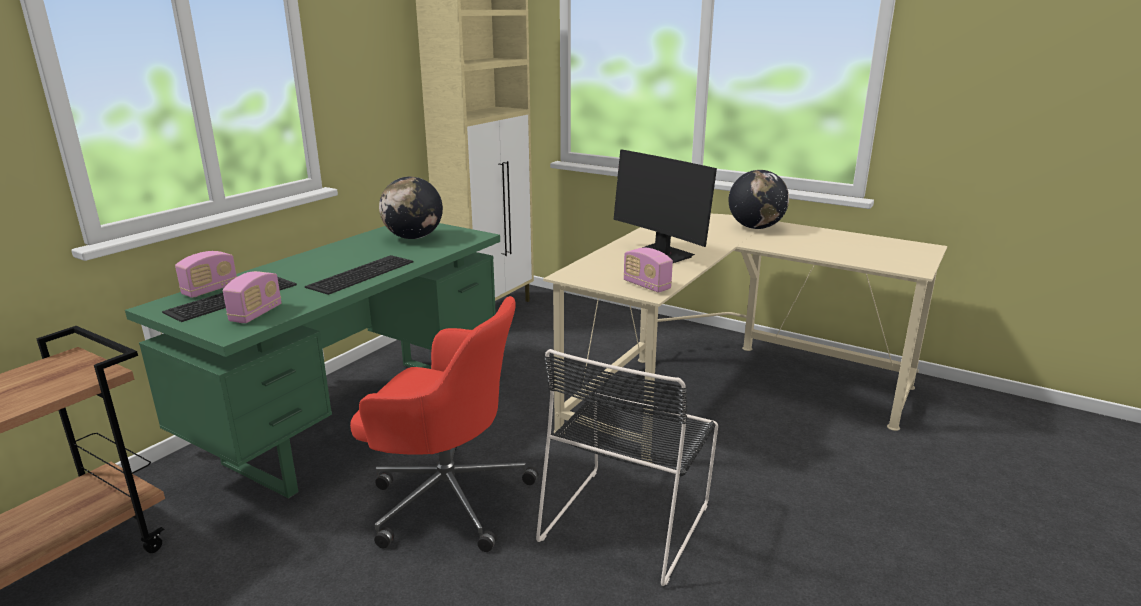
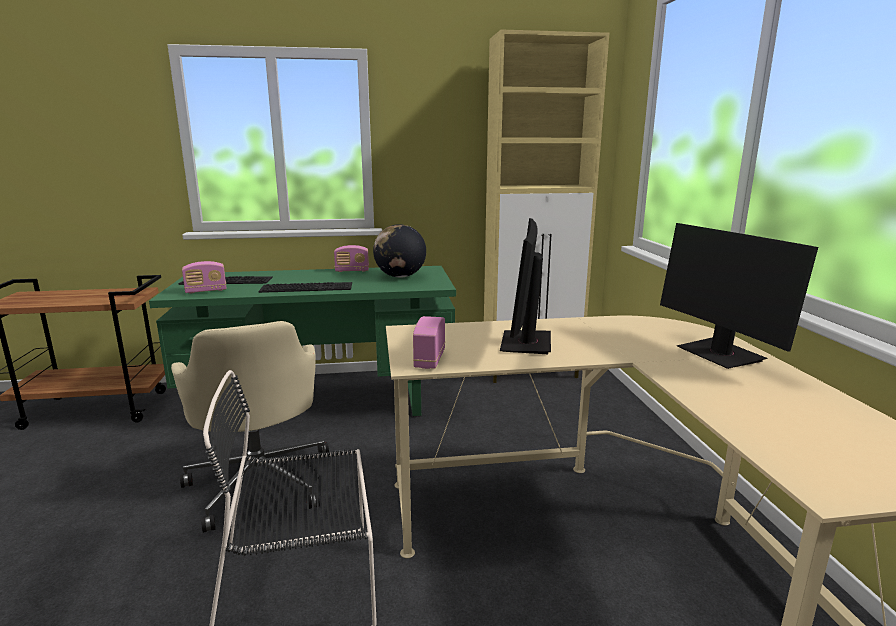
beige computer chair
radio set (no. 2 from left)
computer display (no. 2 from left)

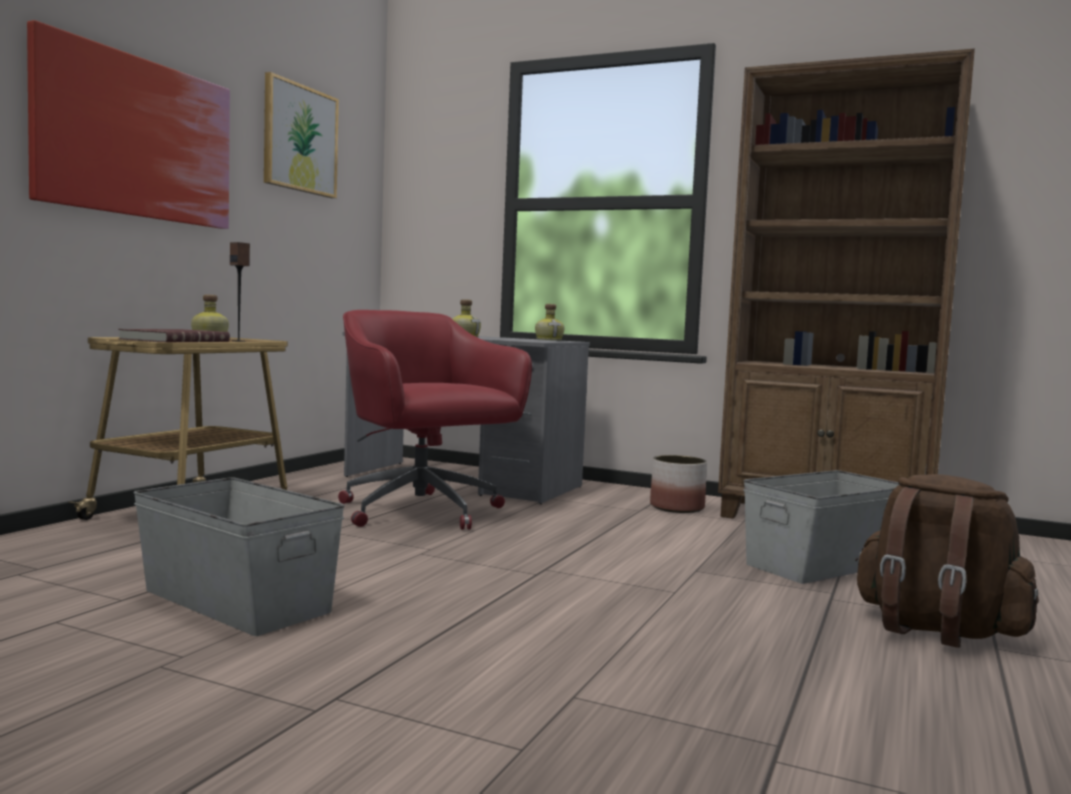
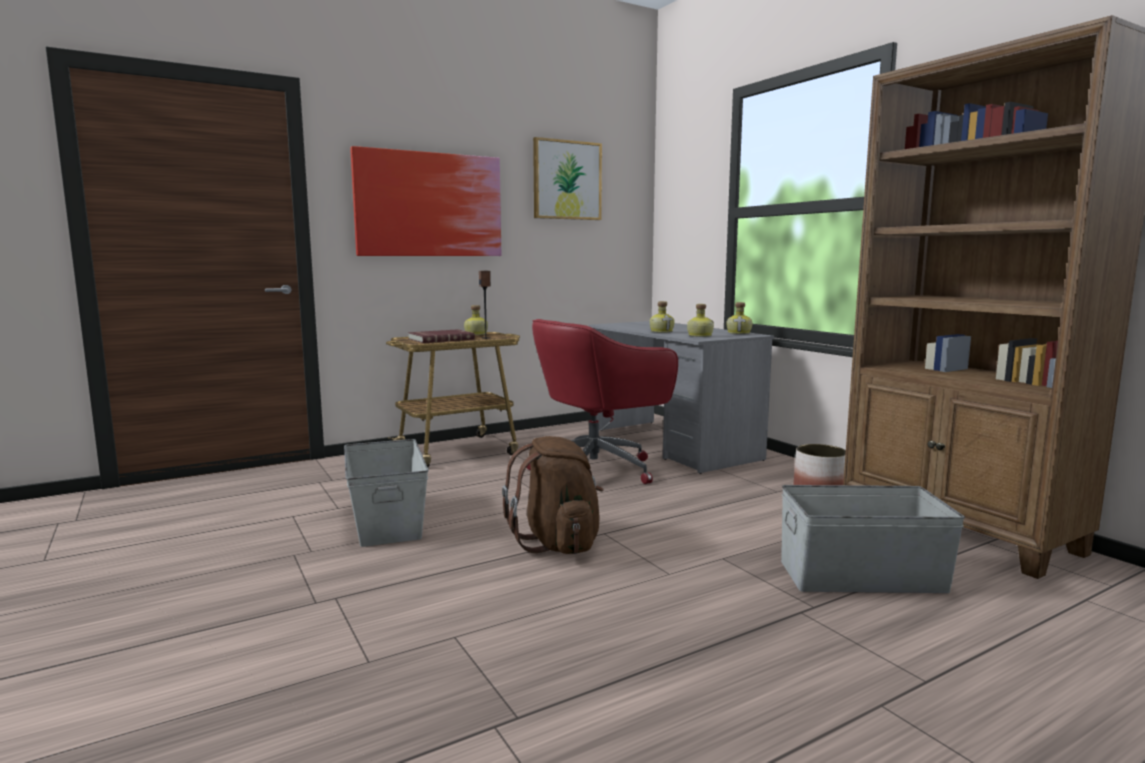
brown-coloured backpack
reddish computer chair
bottle (no. 3 from left)

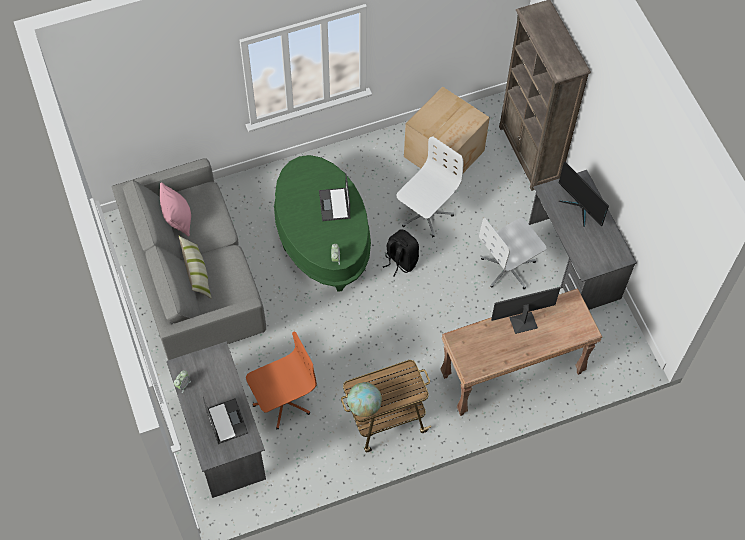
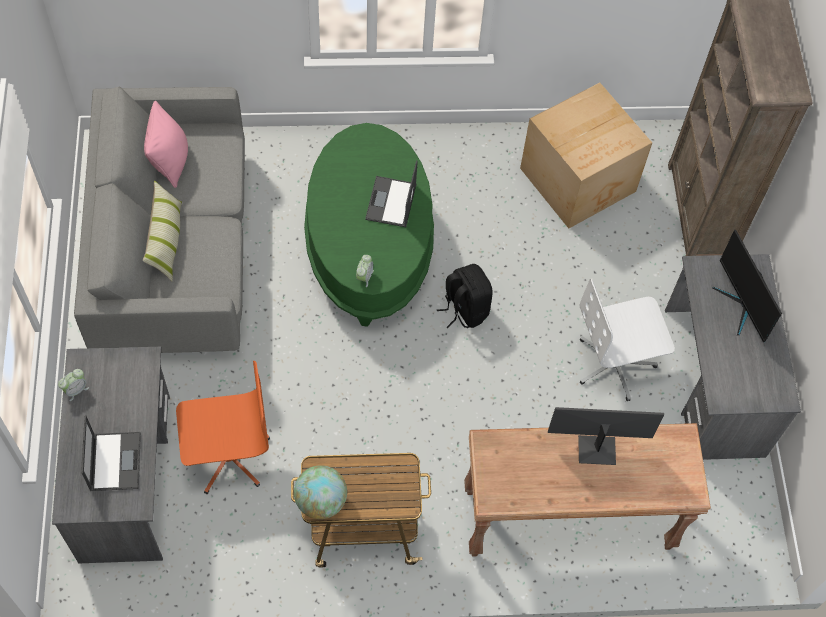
white-coloured computer chair (no. 1 from left in the first image)

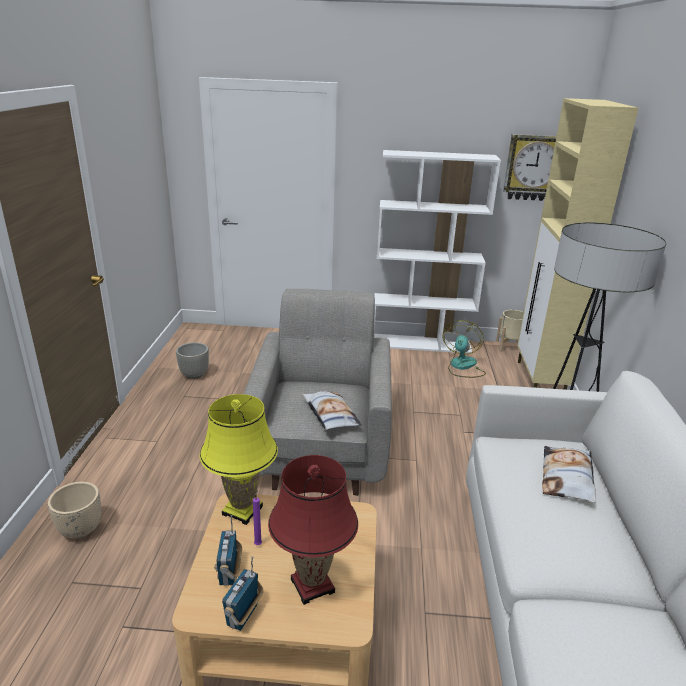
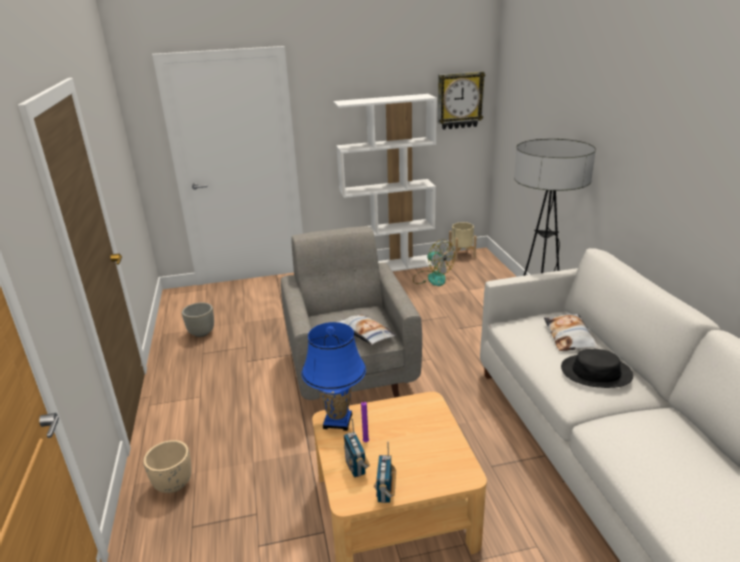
bluish table lamp
electric fan
black wearable hat
reddish table lamp
beige storage cabinet

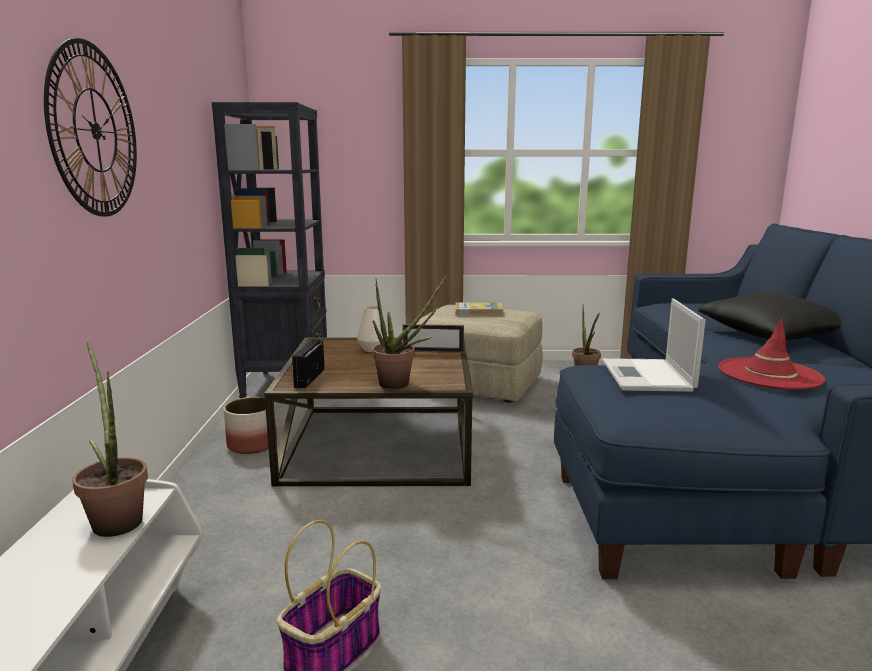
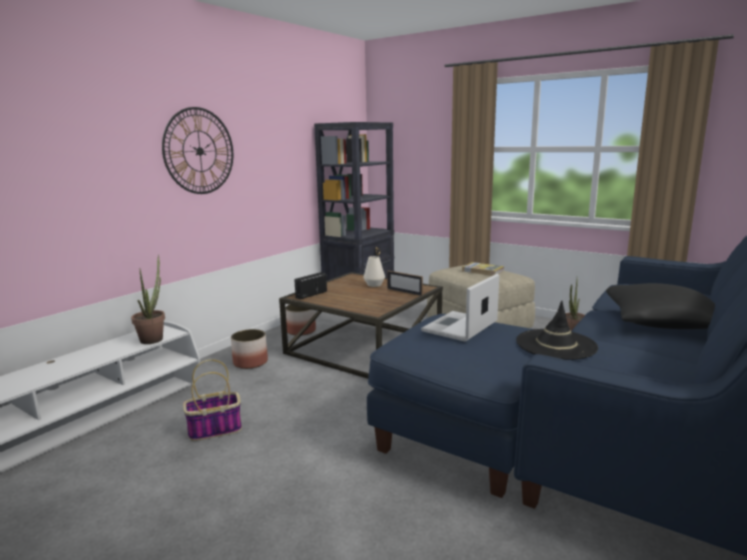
planter (no. 1 from left)
black wearable hat
plant in a pot (no. 2 from left in the first image)

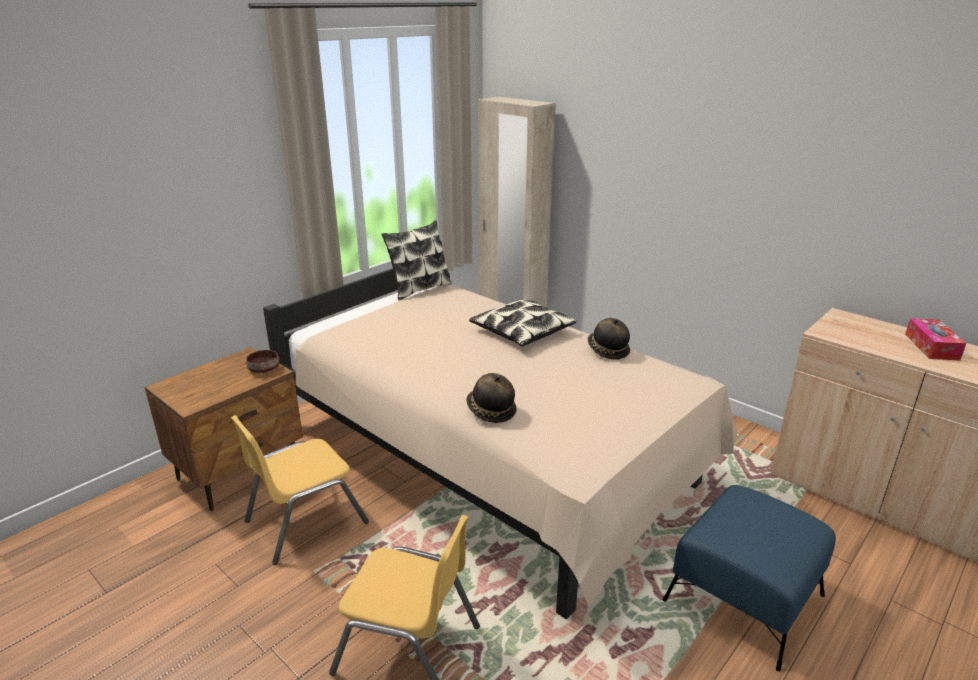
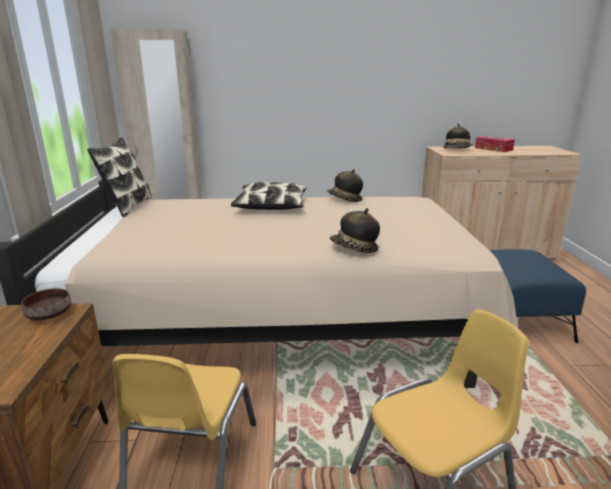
wearable hat (no. 3 from left)

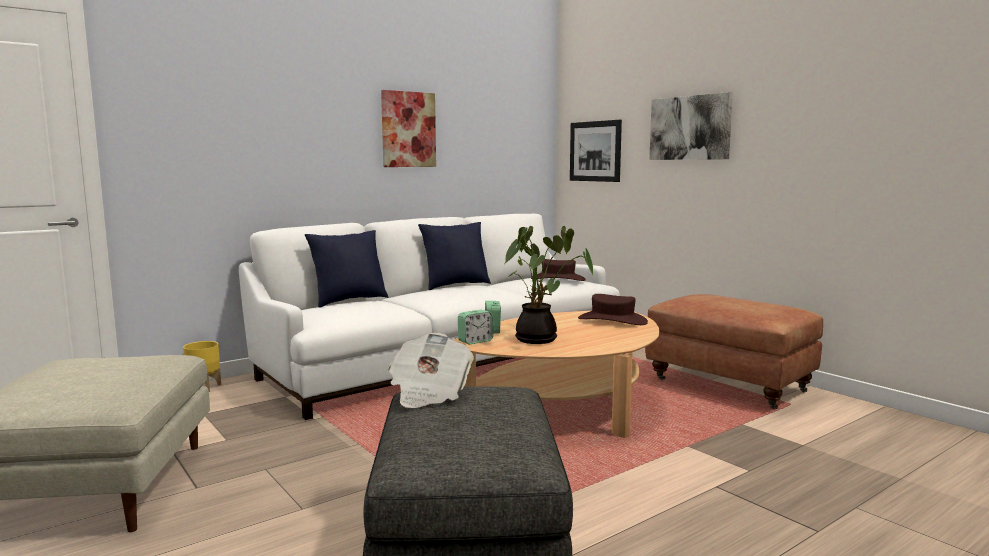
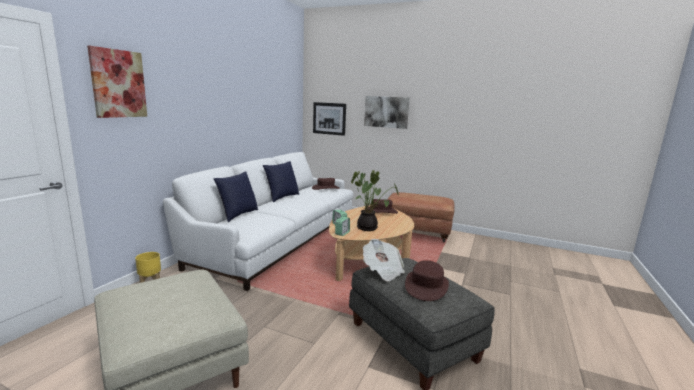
wall picture (no. 1 from left)
brown-coloured wearable hat (no. 3 from left)

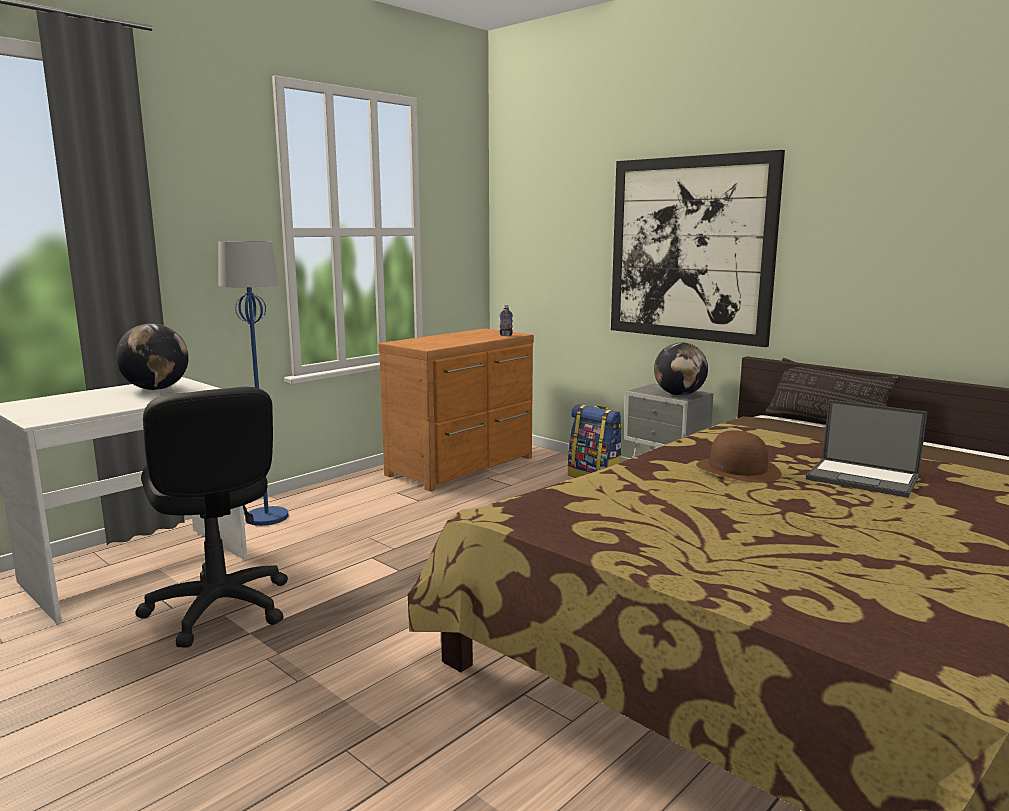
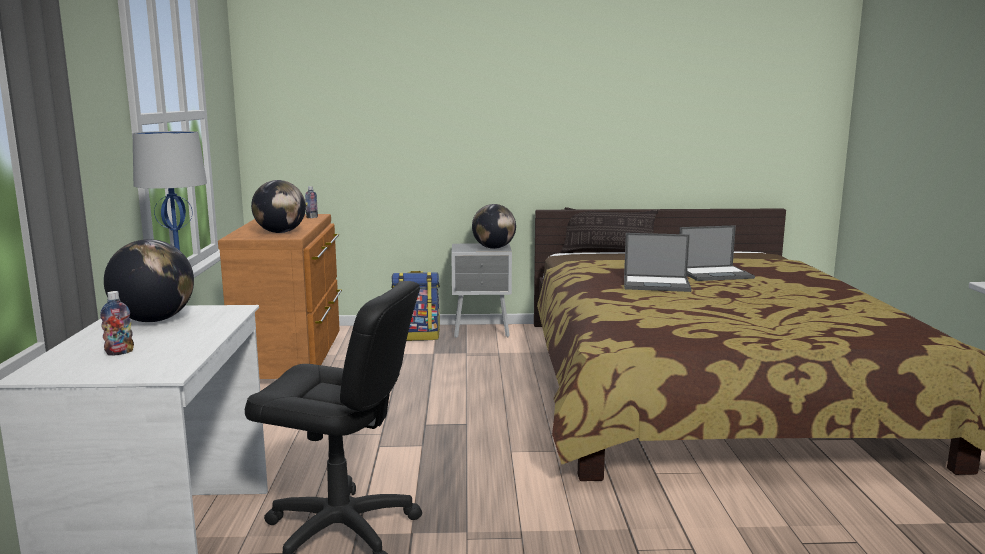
bottle (no. 1 from left)
world globe (no. 2 from left)
portable computer (no. 1 from left)
wall picture

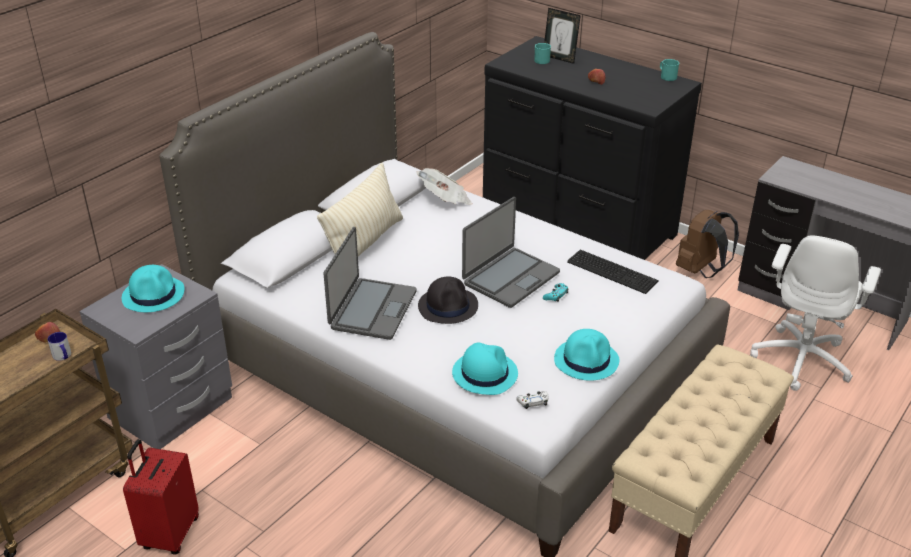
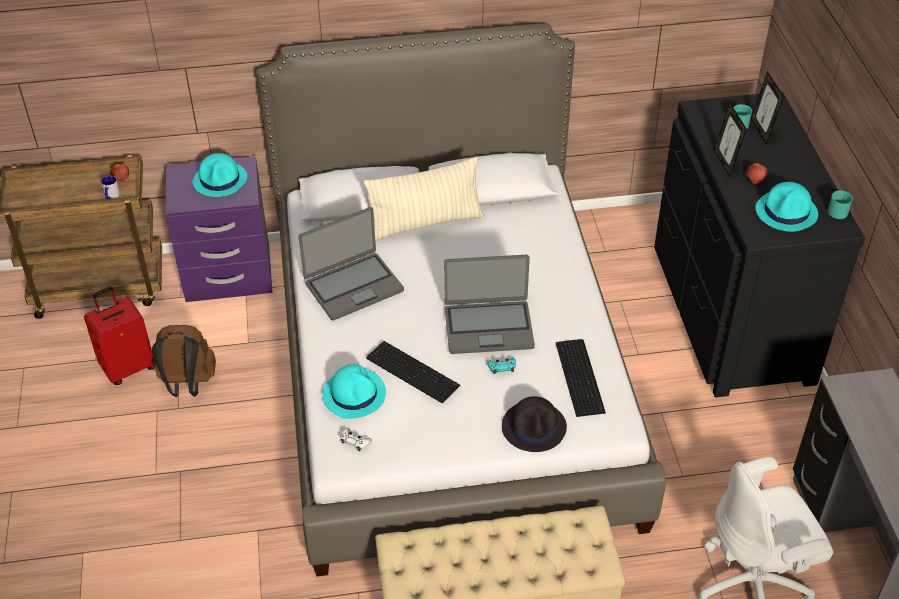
brown-coloured backpack
purple-coloured bedside table
PC keyboard (no. 1 from left)
black wearable hat
photo frame (no. 1 from left)
turquoise-coloured wearable hat (no. 3 from left)
printed paper

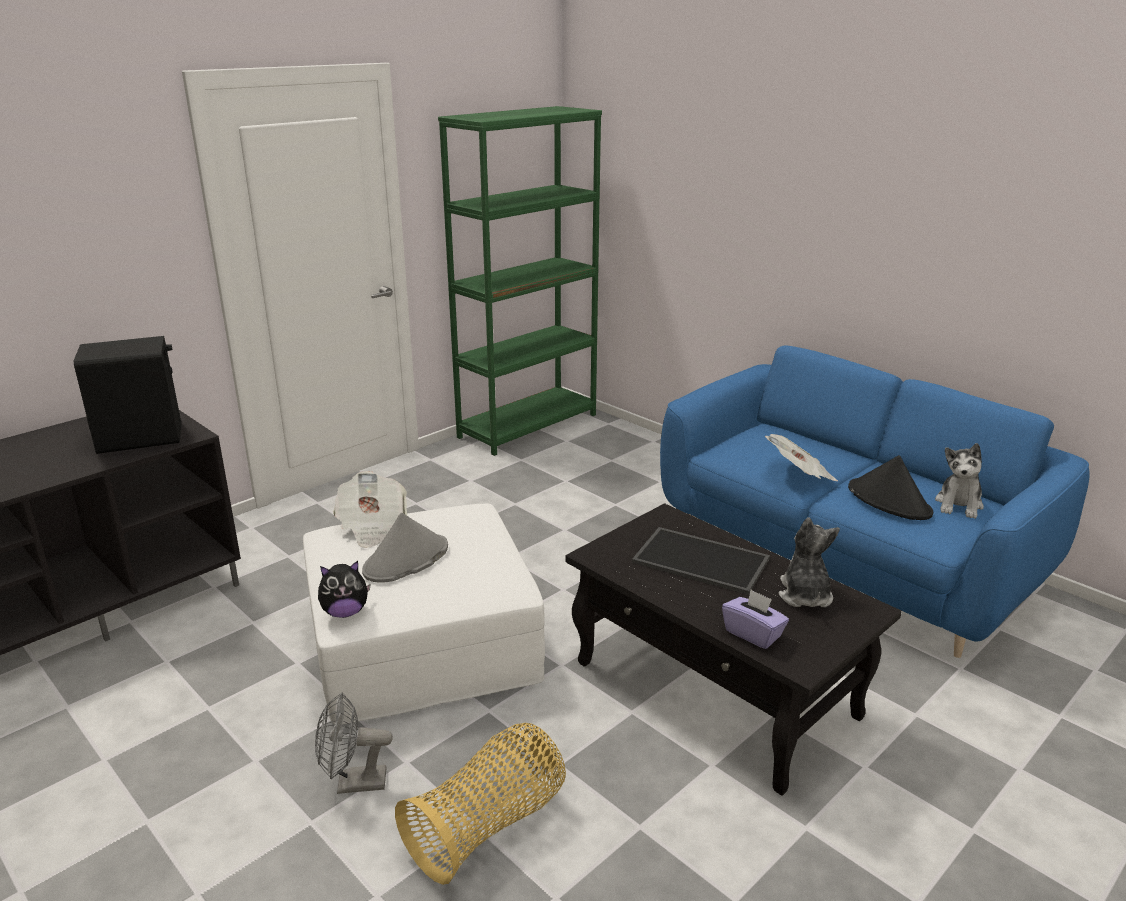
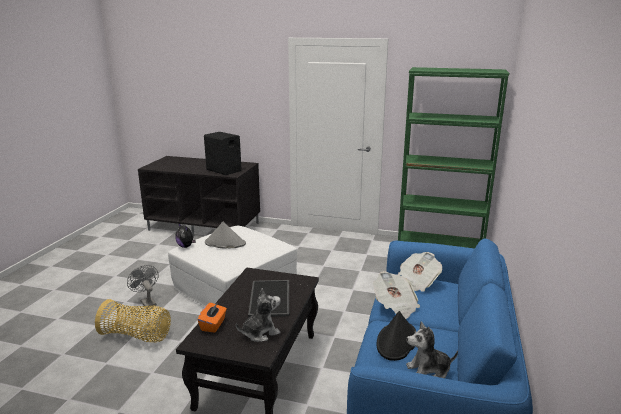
orange-coloured tissue holder
printed paper (no. 2 from left)

